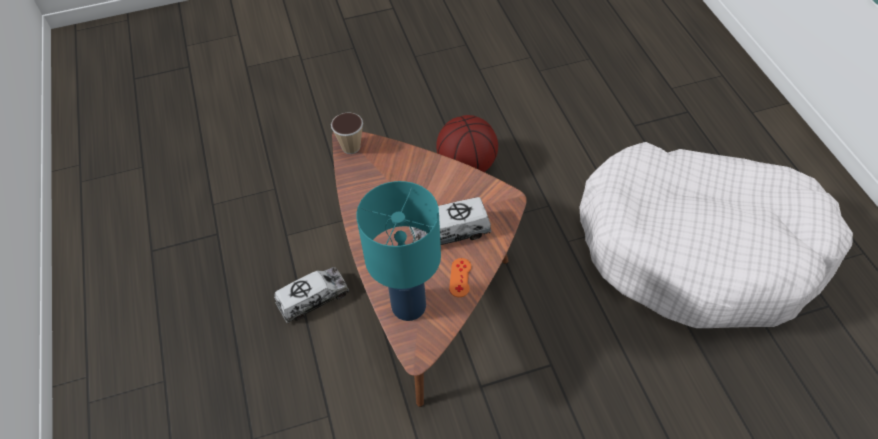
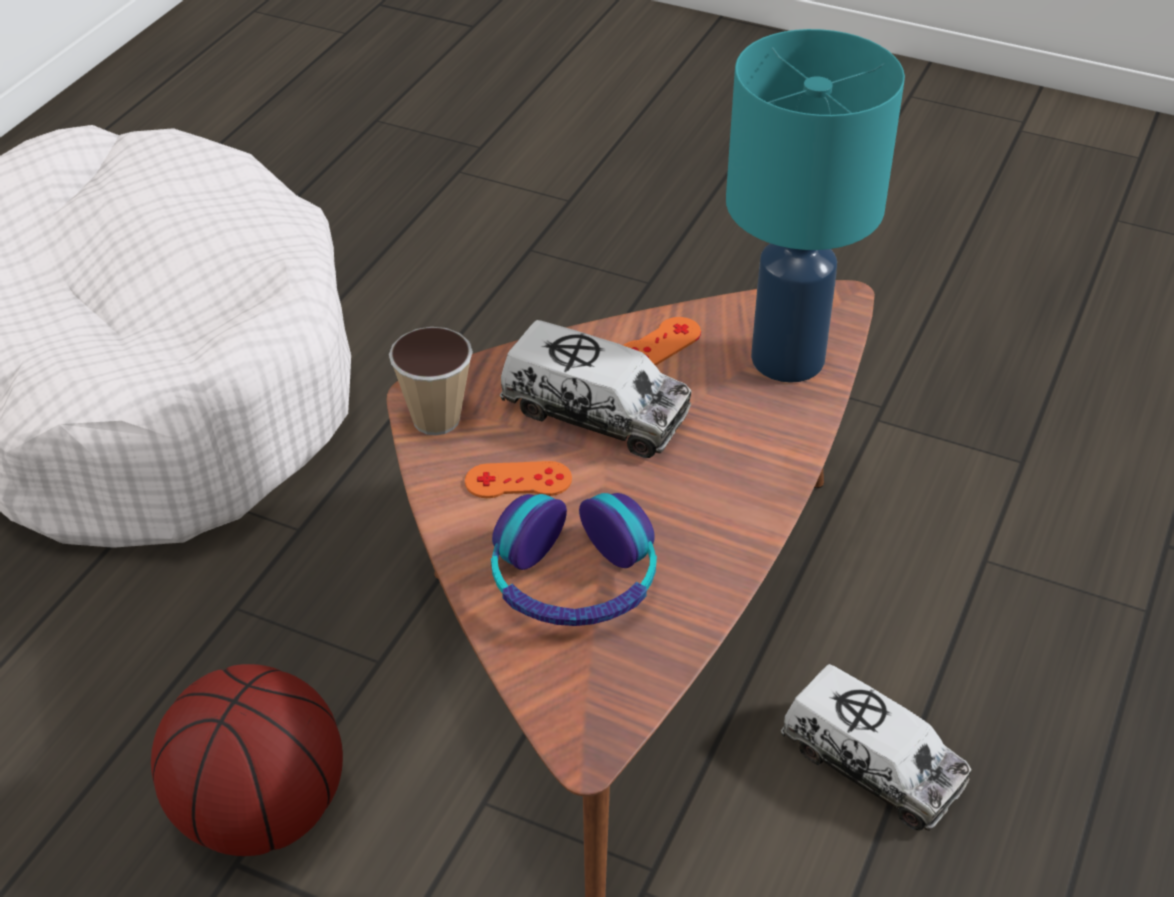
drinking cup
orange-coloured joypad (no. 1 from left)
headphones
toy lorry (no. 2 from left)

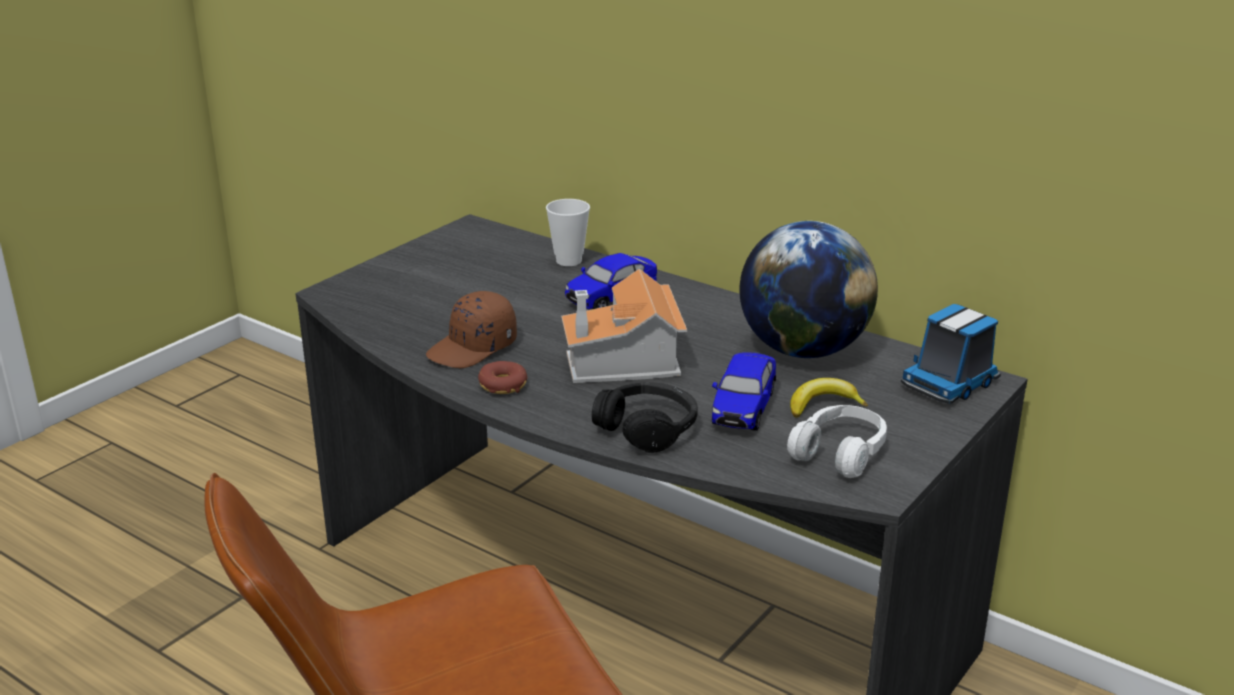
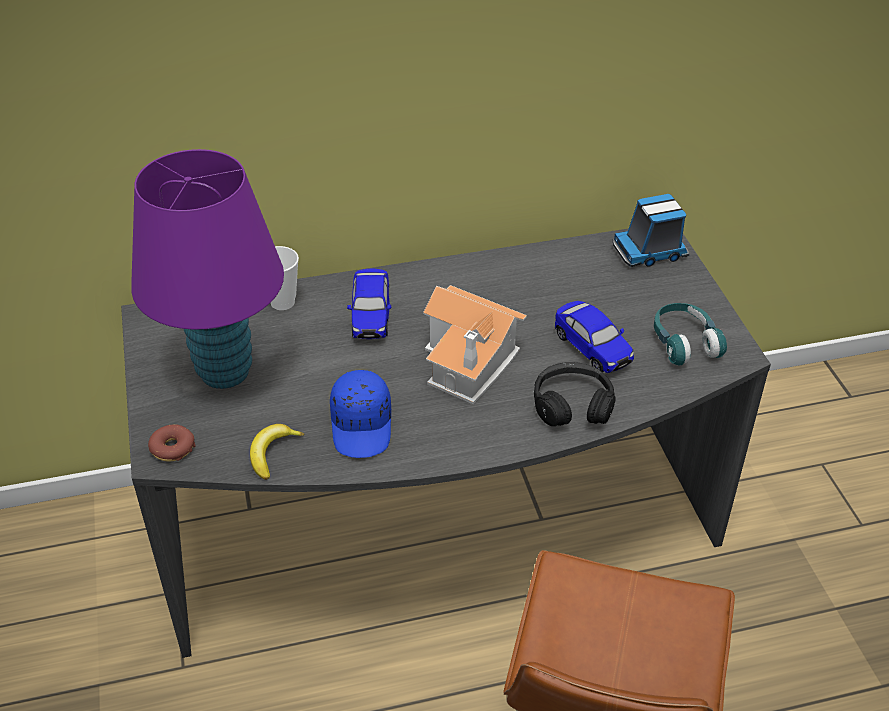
purple-coloured table lamp
doughnut
banana
bluish cap
toy lorry
turquoise-coloured headphones
world globe

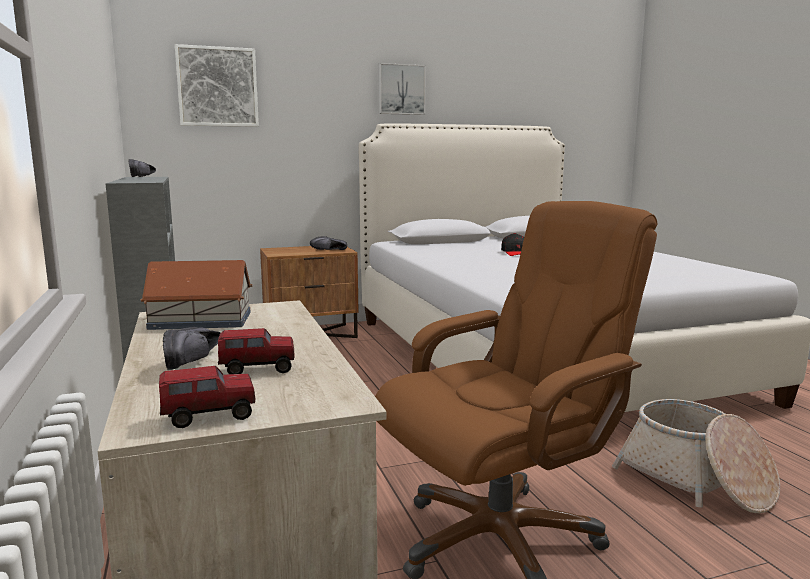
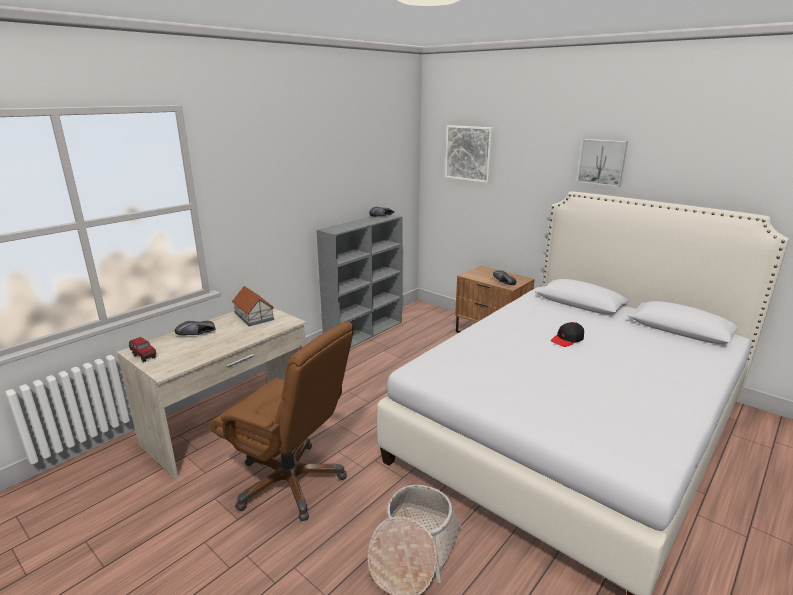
toy lorry (no. 2 from left in the first image)

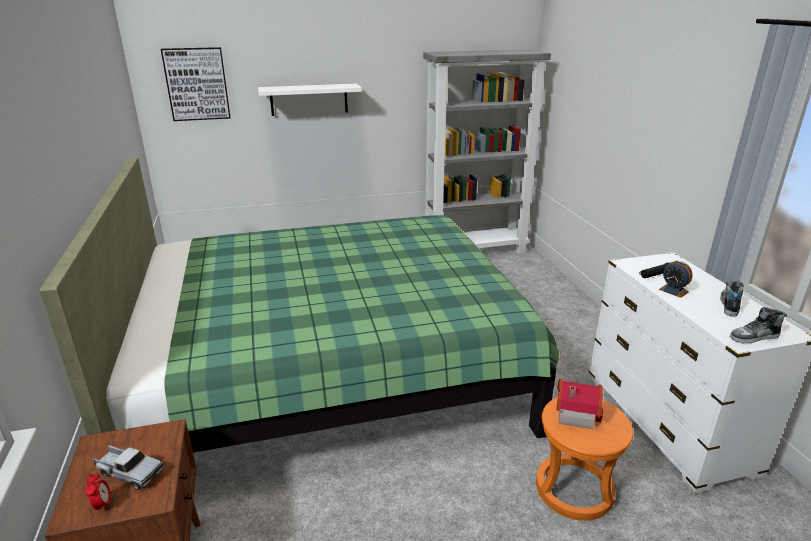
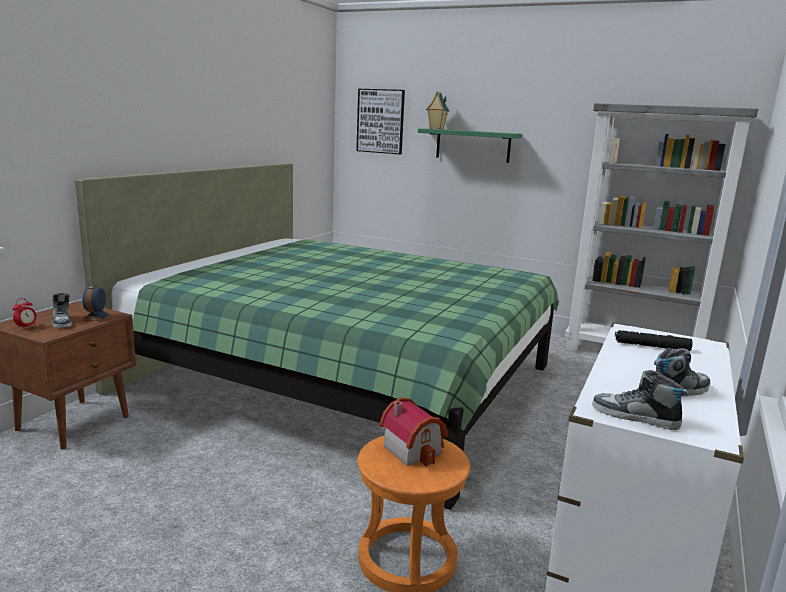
item of footwear (no. 1 from left)
alarm clock (no. 2 from left)
green-coloured wall shelf
miniature house (no. 2 from left)

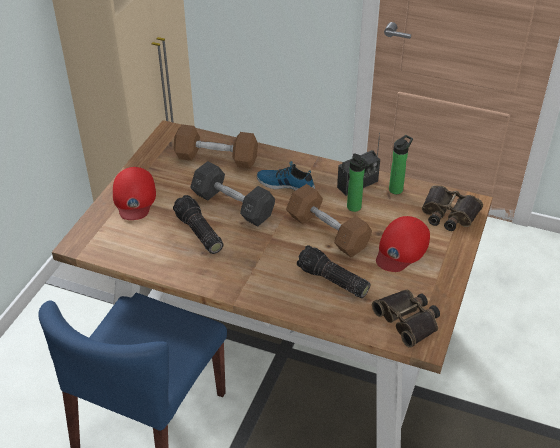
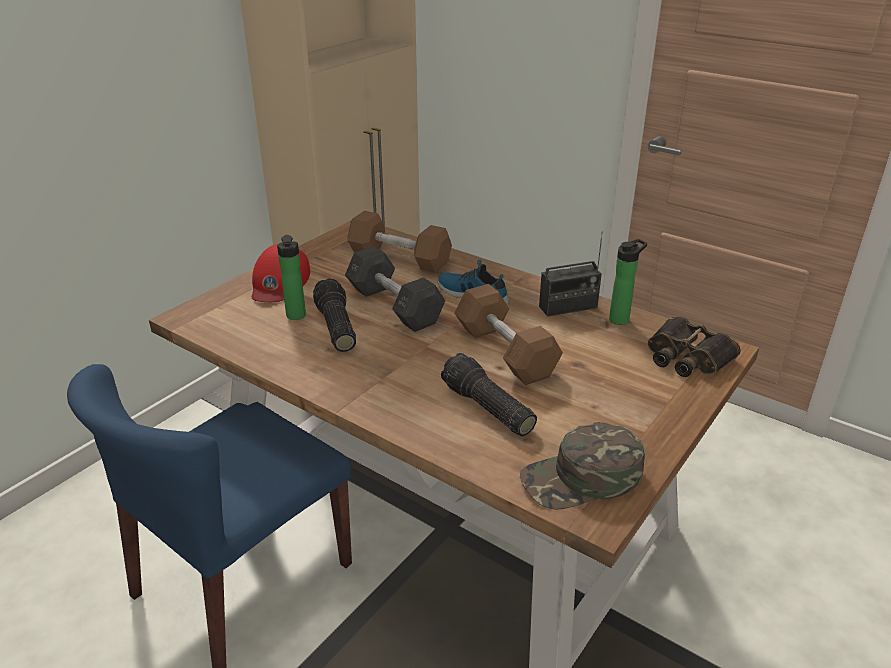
bottle (no. 1 from left)
green-coloured cap
reddish cap (no. 2 from left in the first image)

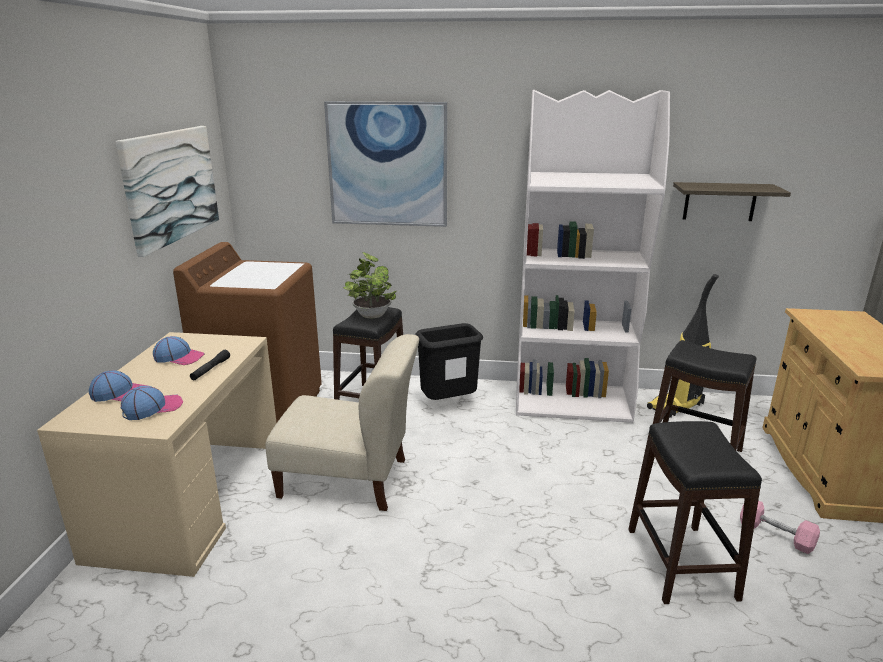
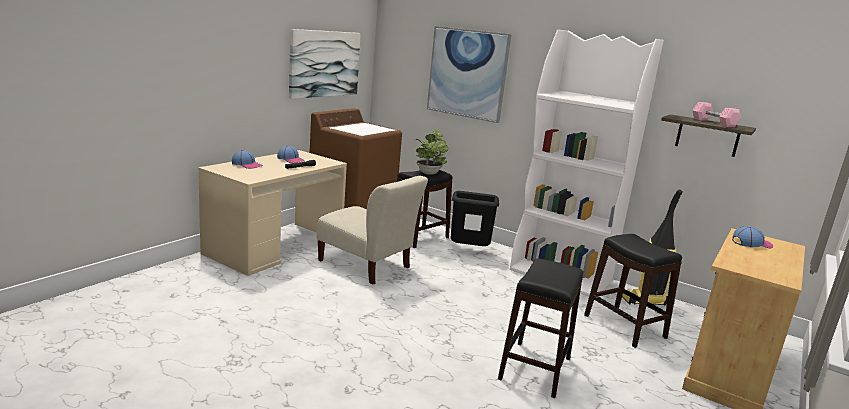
pink dumbbell
cap (no. 3 from left)

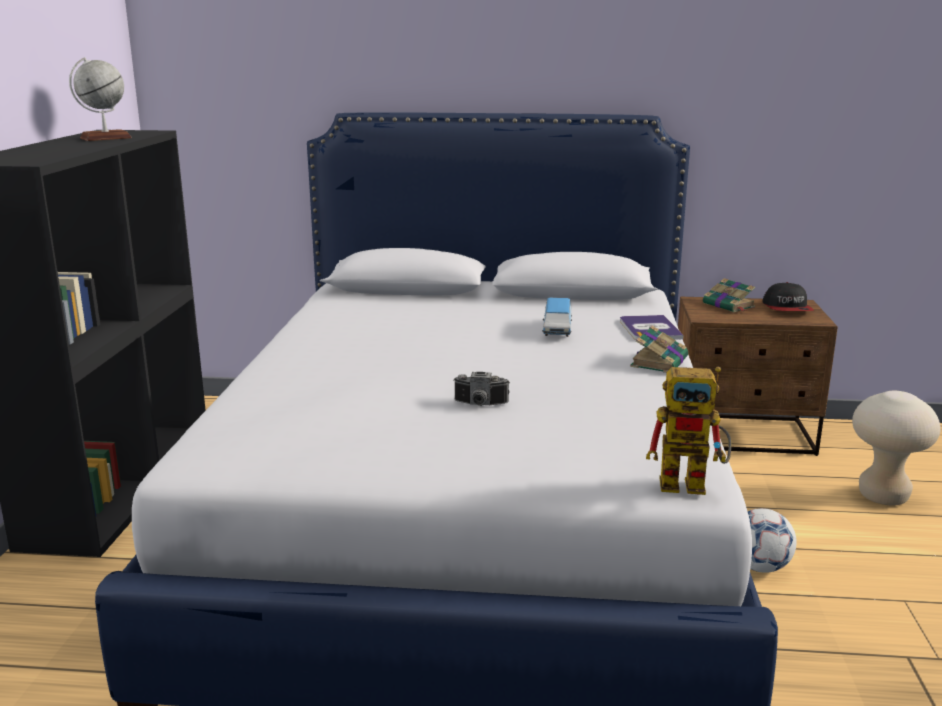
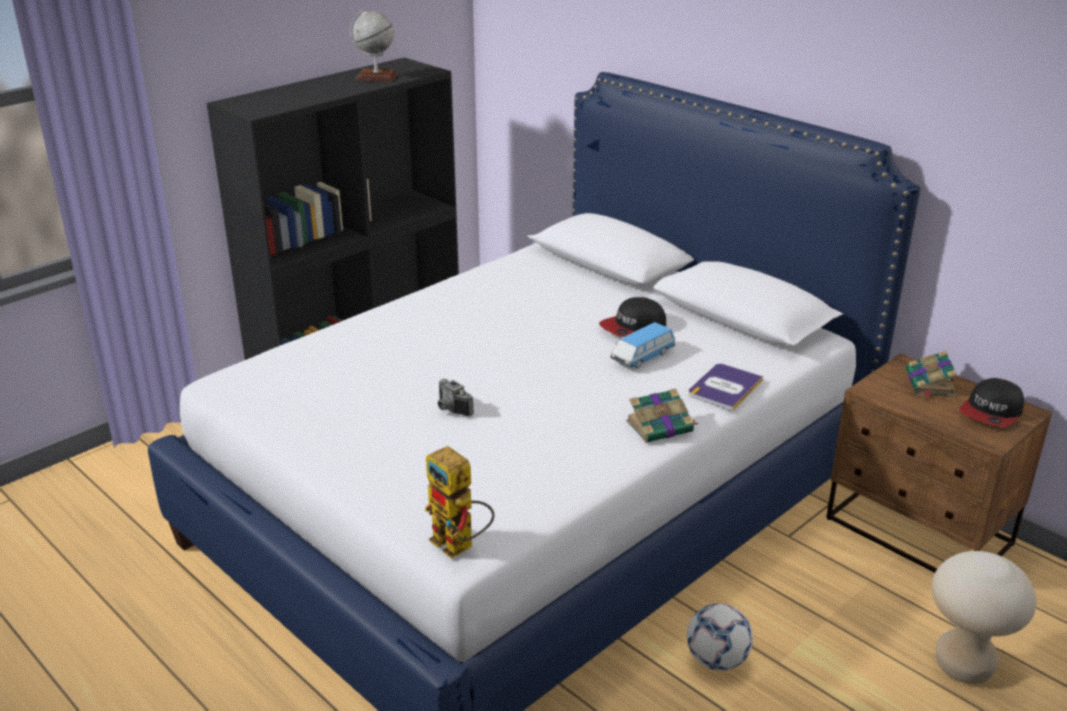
cap (no. 1 from left)

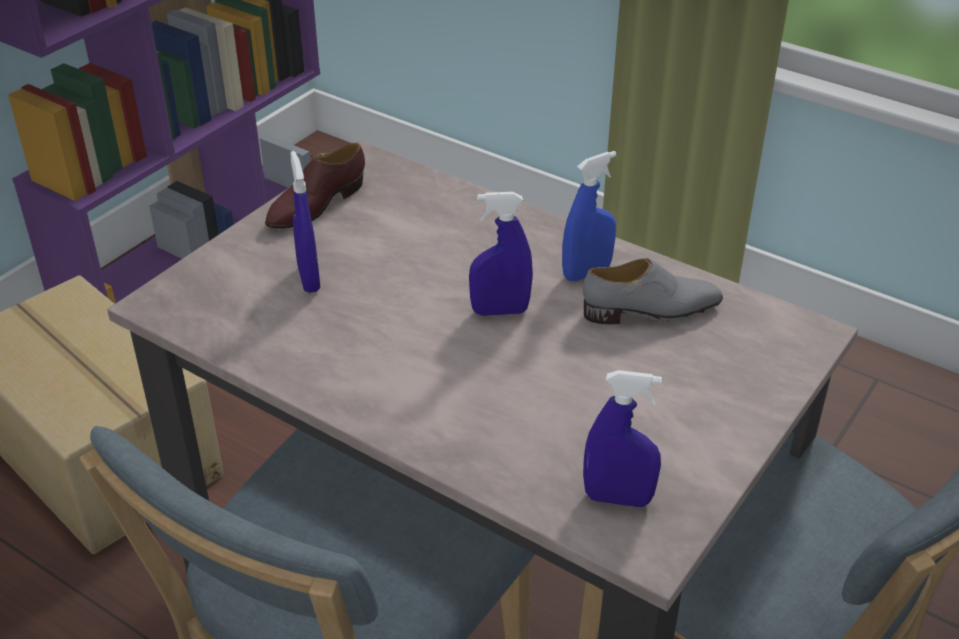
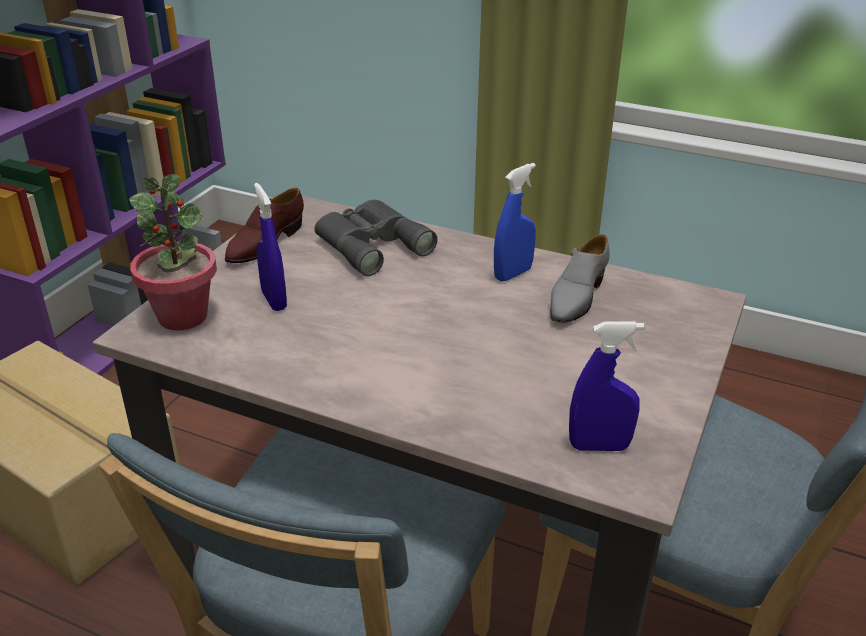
plant in a pot
gray pair of binoculars
gray item of footwear
bluish spray bottle (no. 2 from left in the first image)

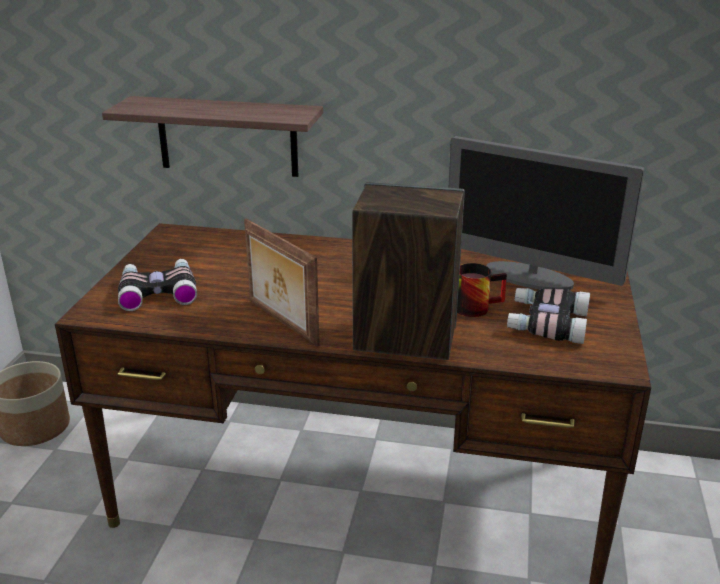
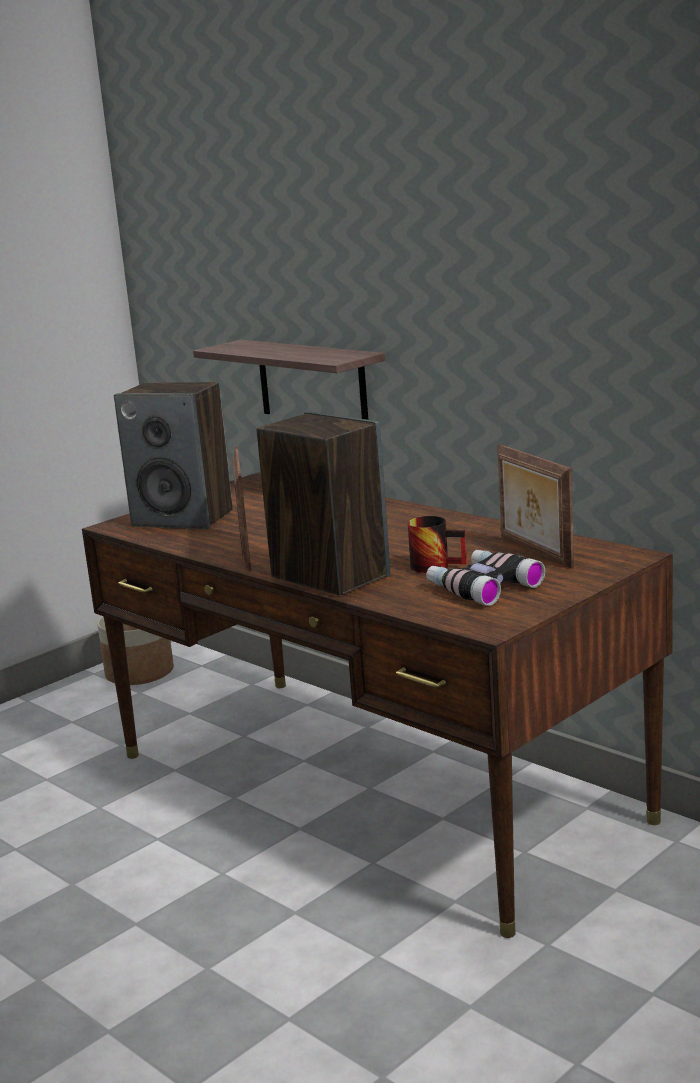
audio speaker (no. 1 from left)
photo frame (no. 2 from left)

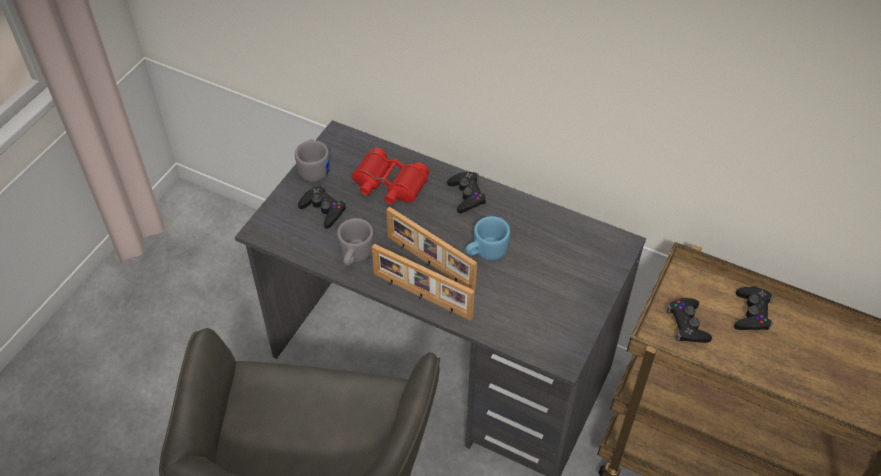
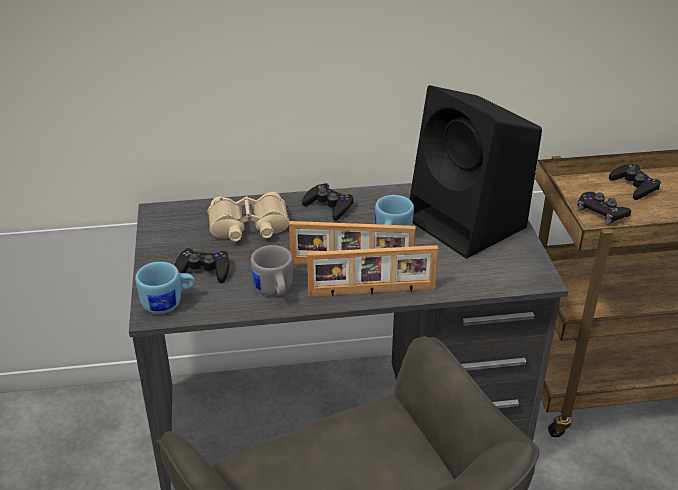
bluish coffee mug (no. 1 from left)
beige pair of binoculars
black audio speaker
gray coffee mug (no. 1 from left in the first image)

